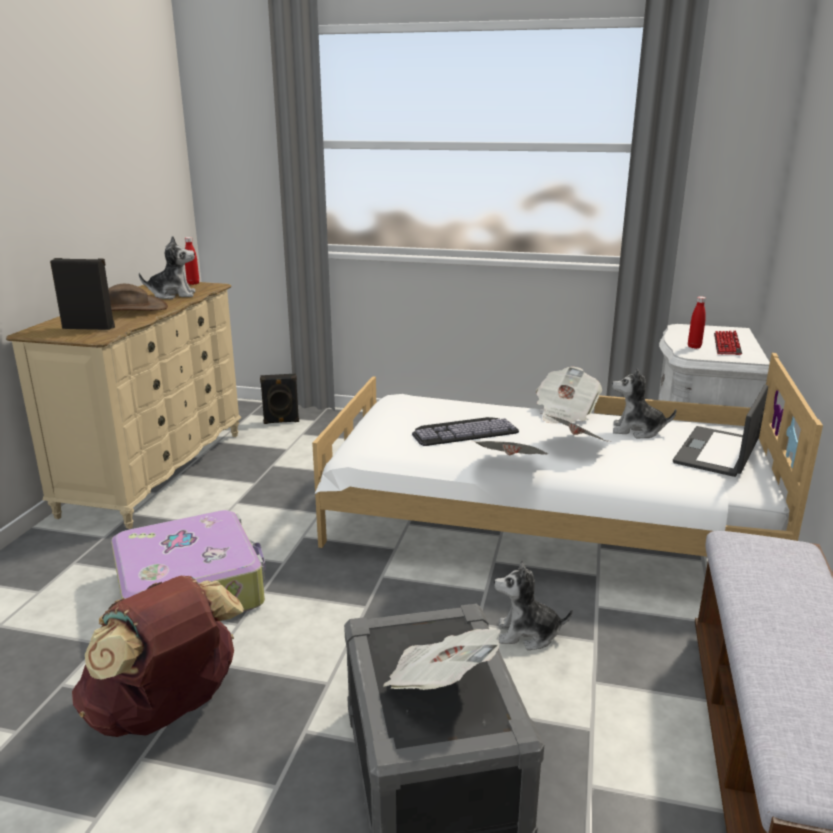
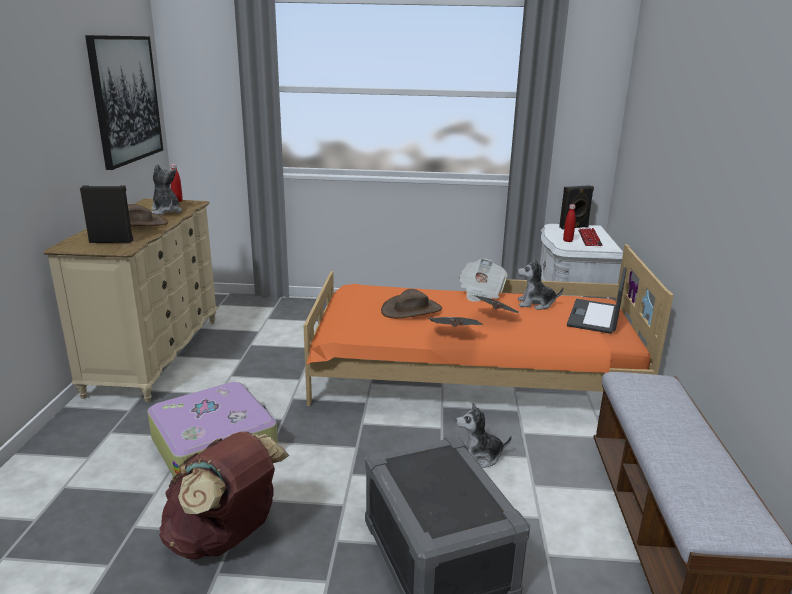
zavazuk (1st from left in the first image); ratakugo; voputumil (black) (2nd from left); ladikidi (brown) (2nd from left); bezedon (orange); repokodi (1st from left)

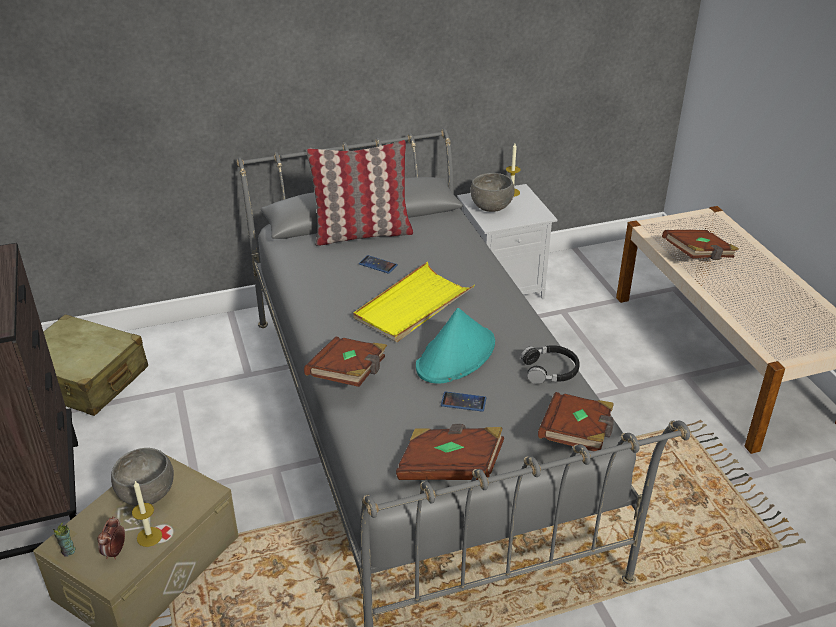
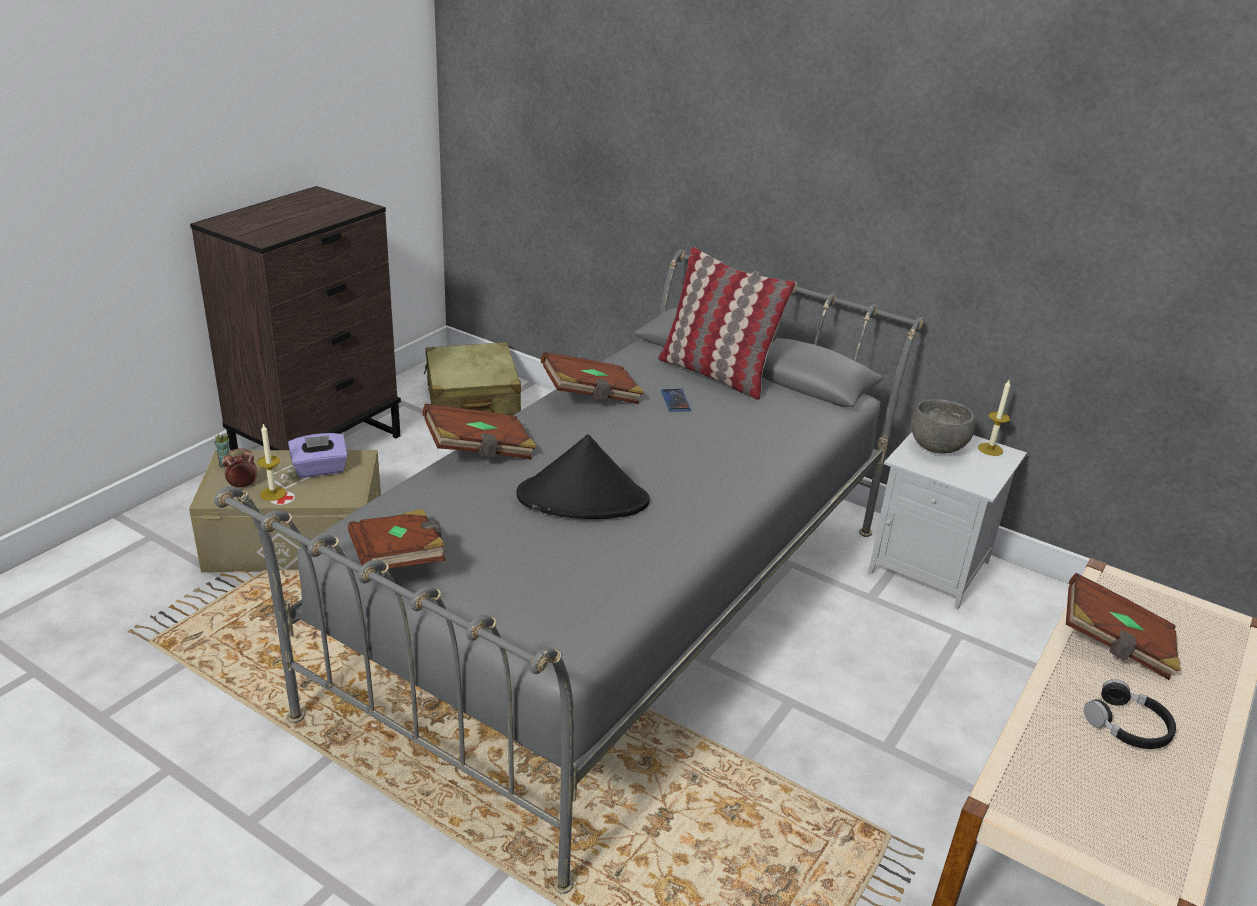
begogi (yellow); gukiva (2nd from left in the first image); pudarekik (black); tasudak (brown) (3rd from left); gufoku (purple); ladikidi (black)

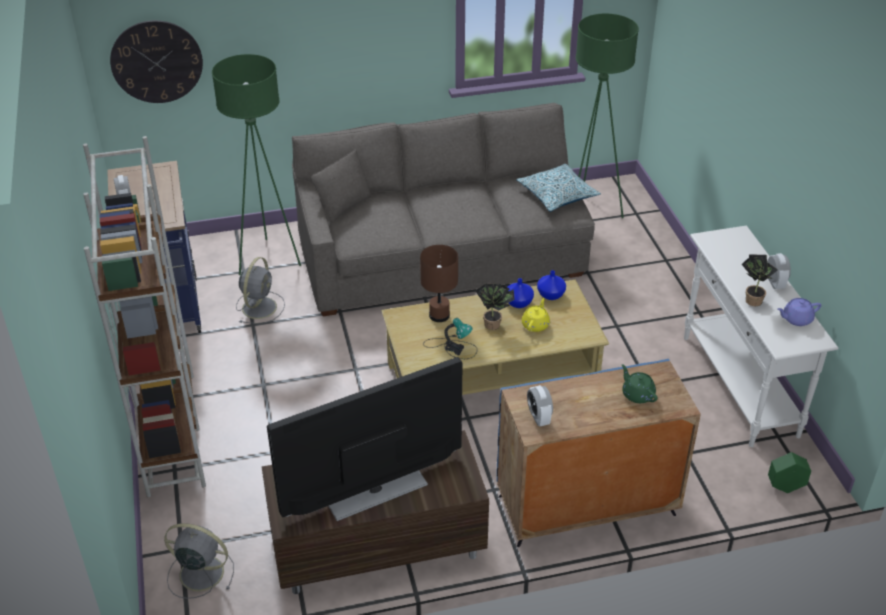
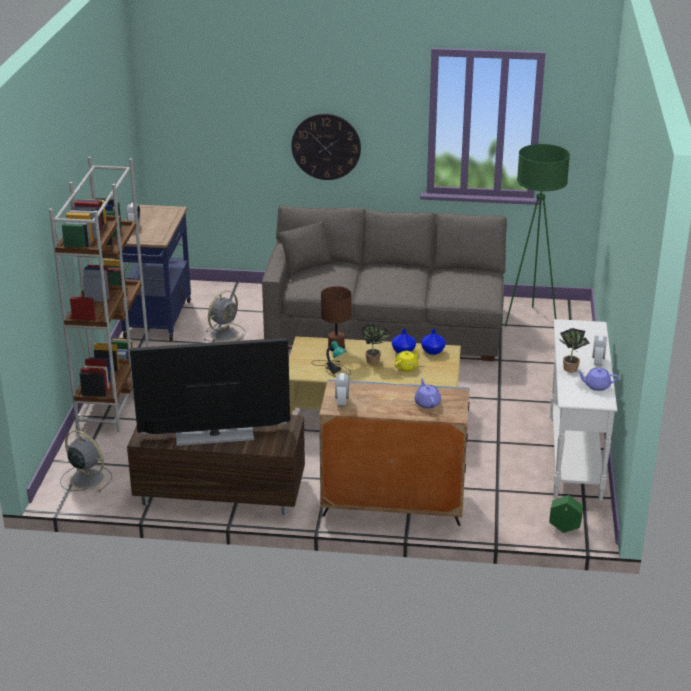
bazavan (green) (1st from left in the first image); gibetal; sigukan; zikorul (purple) (1st from left)

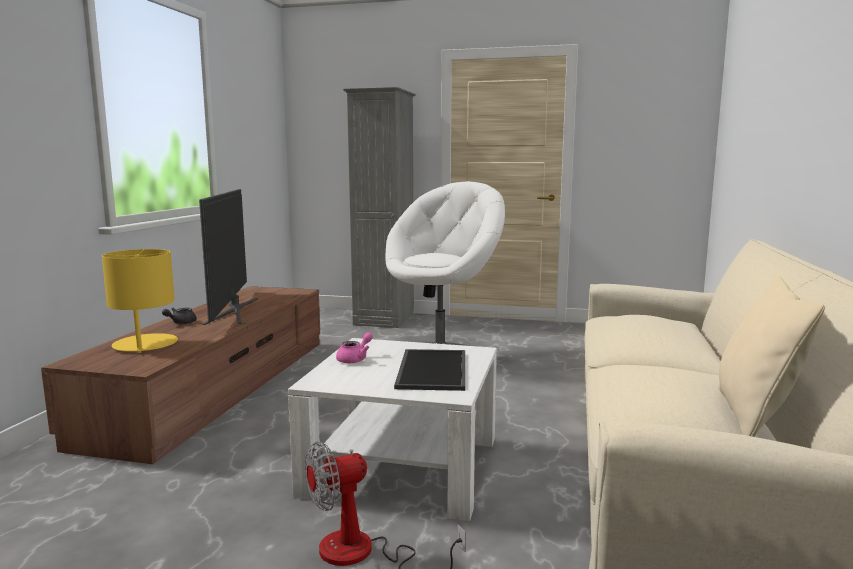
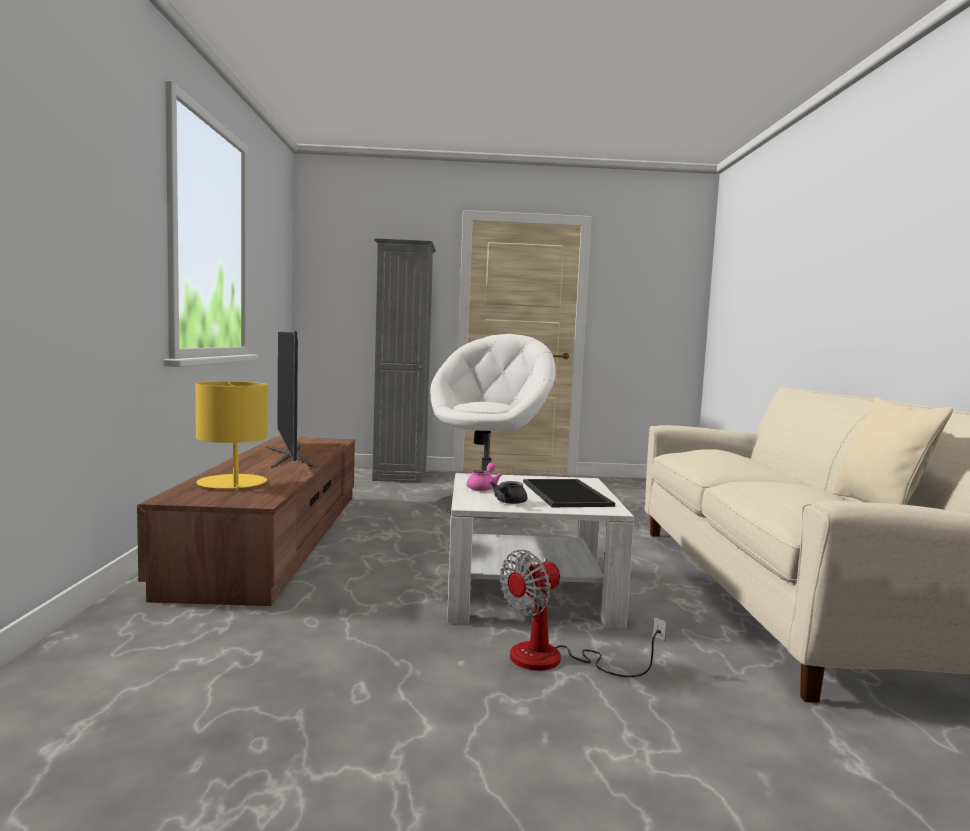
zikorul (grey)

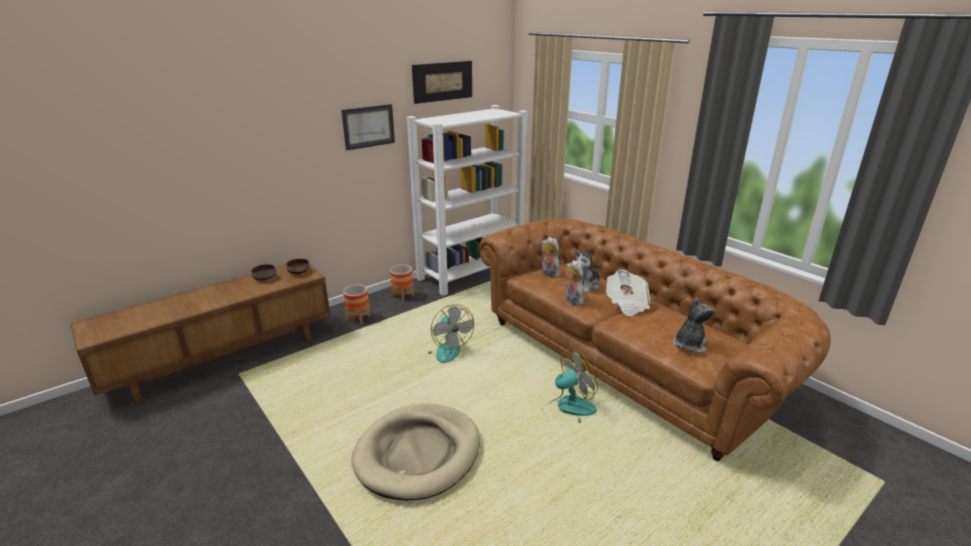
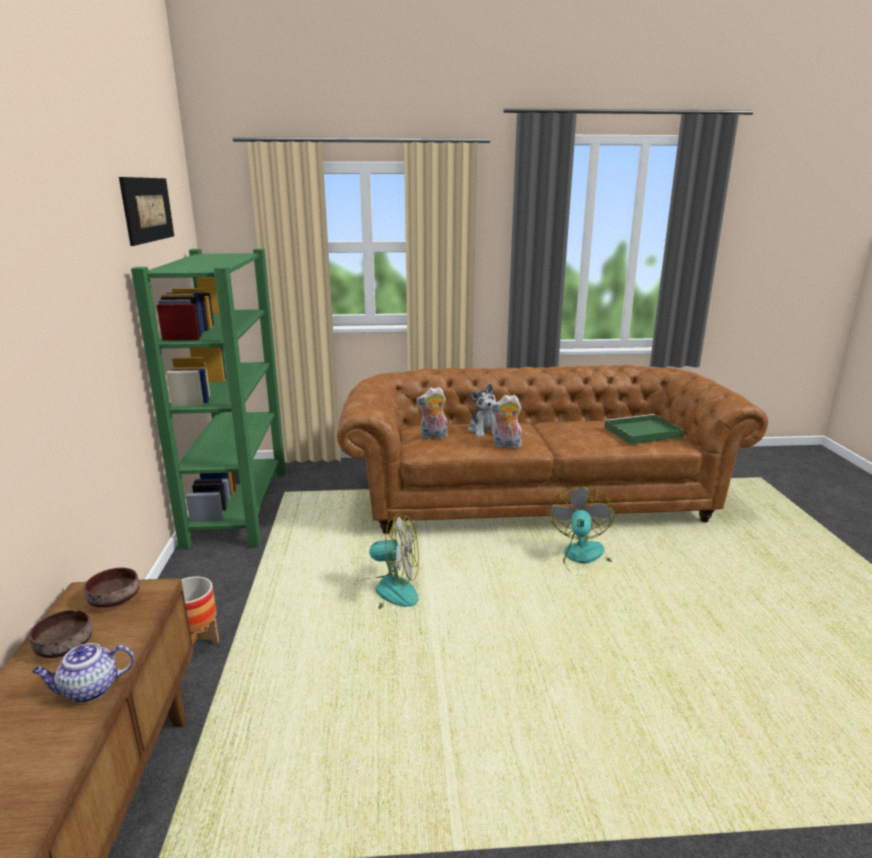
ratakugo (1st from left in the first image); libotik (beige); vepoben (2nd from left in the first image); zavazuk; zikorul; begogi (green); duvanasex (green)

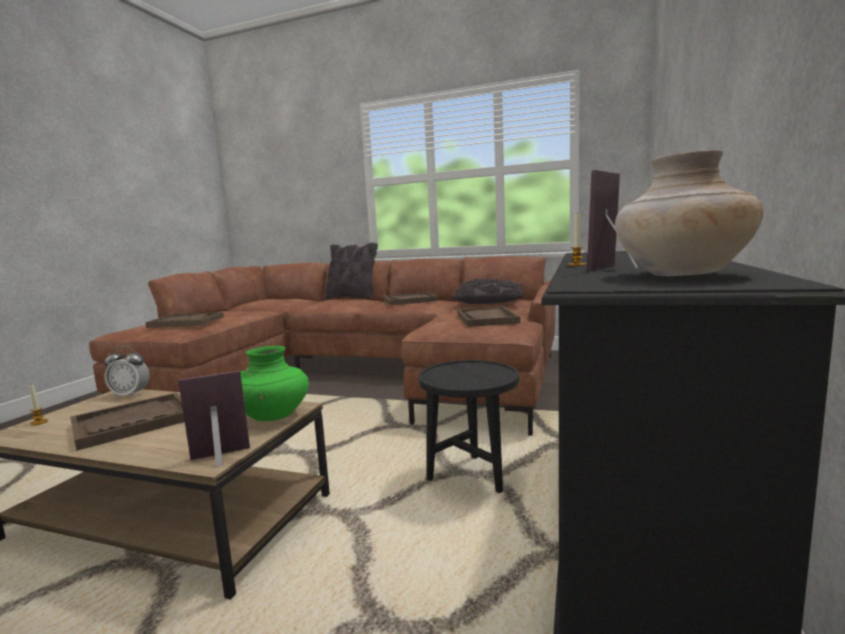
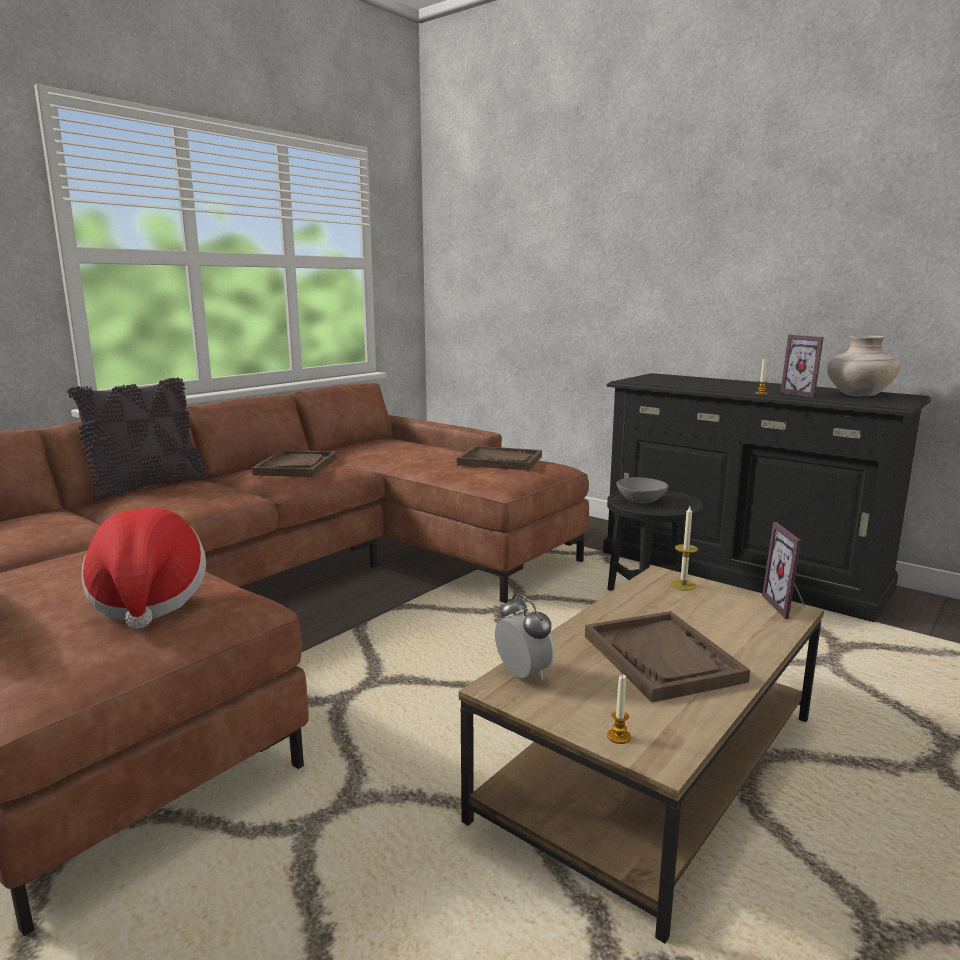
gibetal (black) (2nd from left in the first image); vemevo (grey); ladikidi; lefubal (2nd from left); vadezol

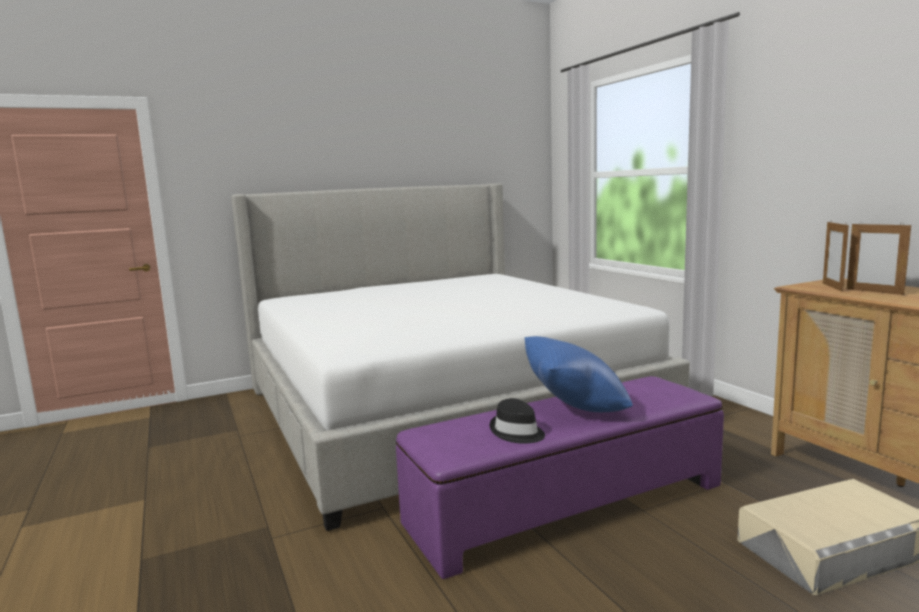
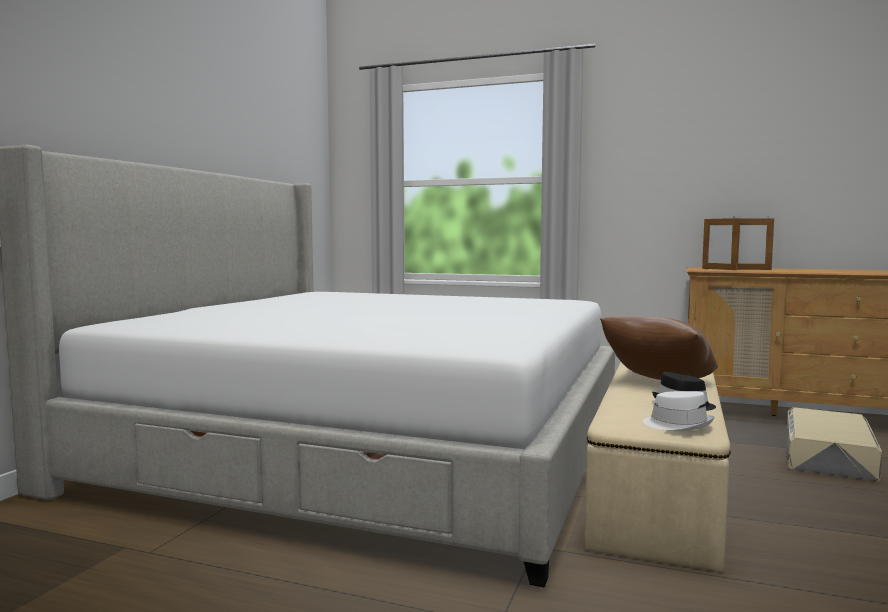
ladikidi (white); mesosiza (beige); gibetal (brown)

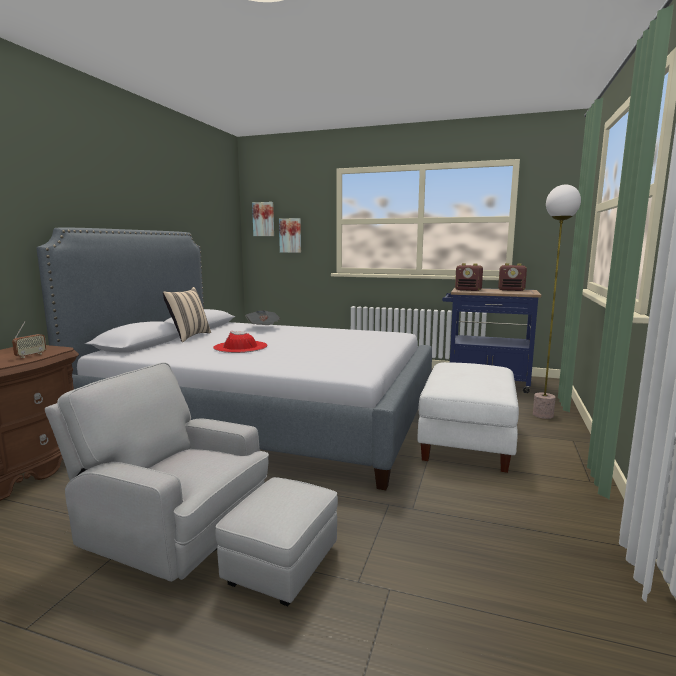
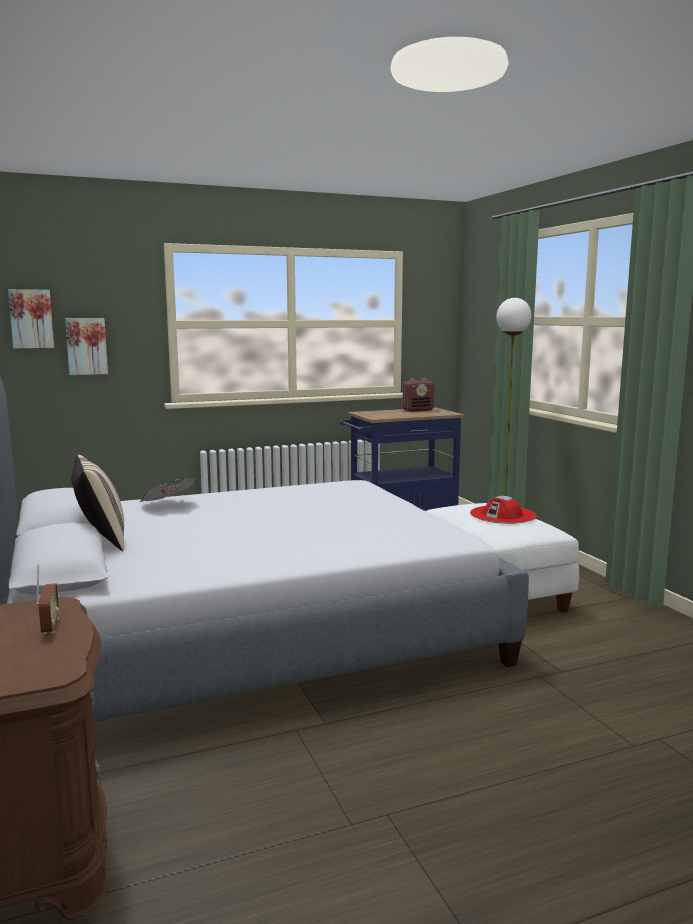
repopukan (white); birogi (2nd from left in the first image); ladikidi (red)

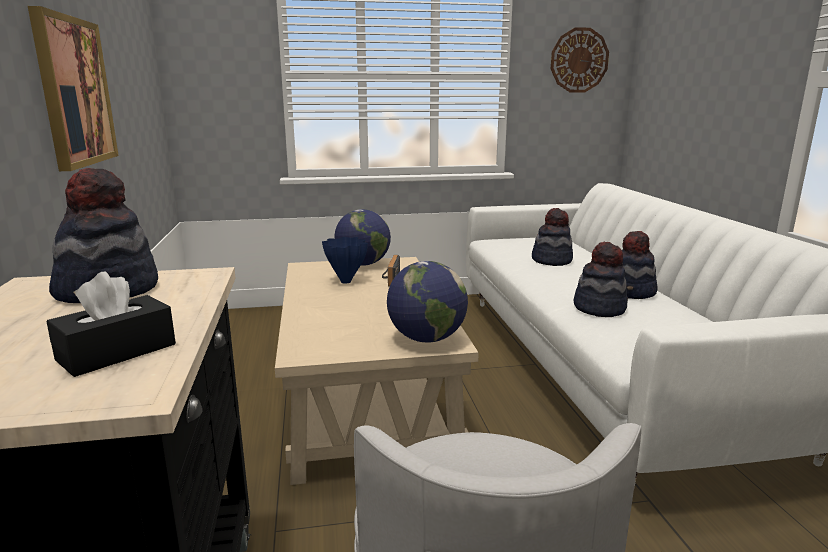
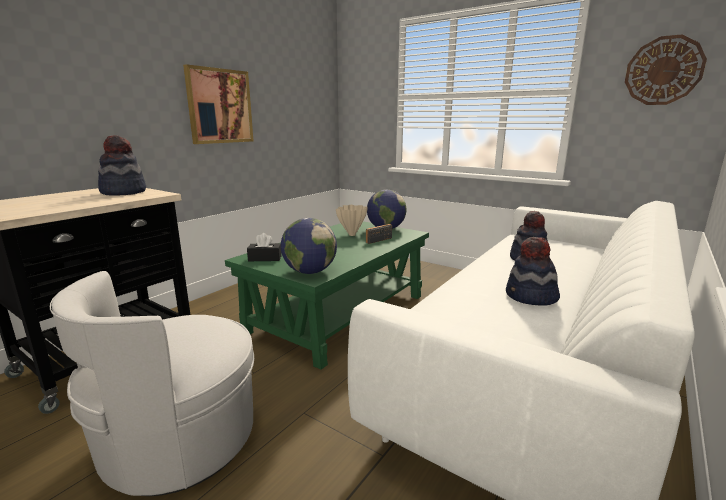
ladikidi (3rd from left in the first image); gufoku (black); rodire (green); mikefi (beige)

